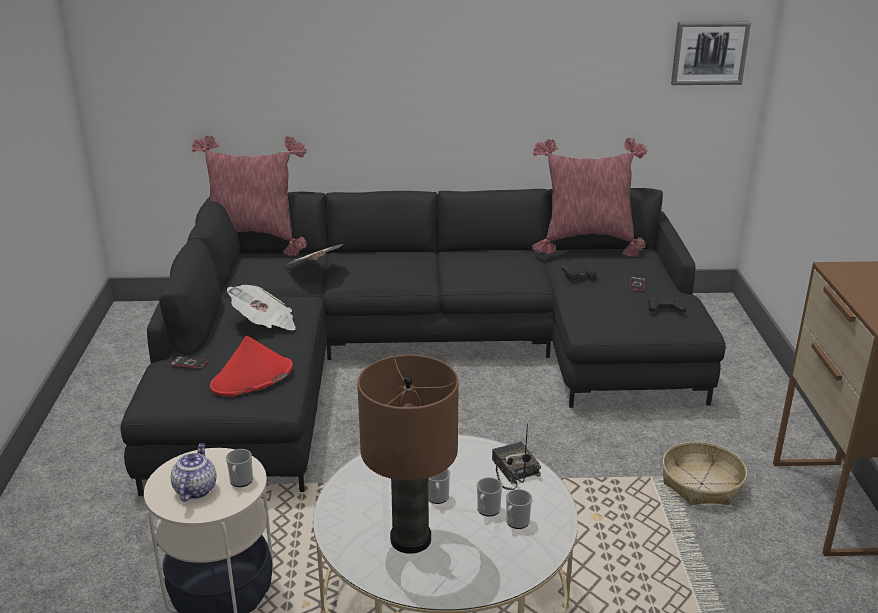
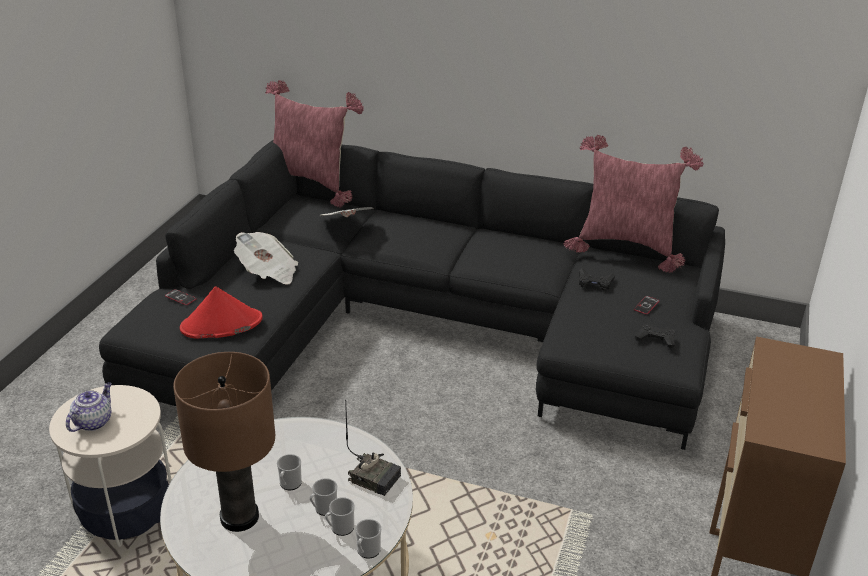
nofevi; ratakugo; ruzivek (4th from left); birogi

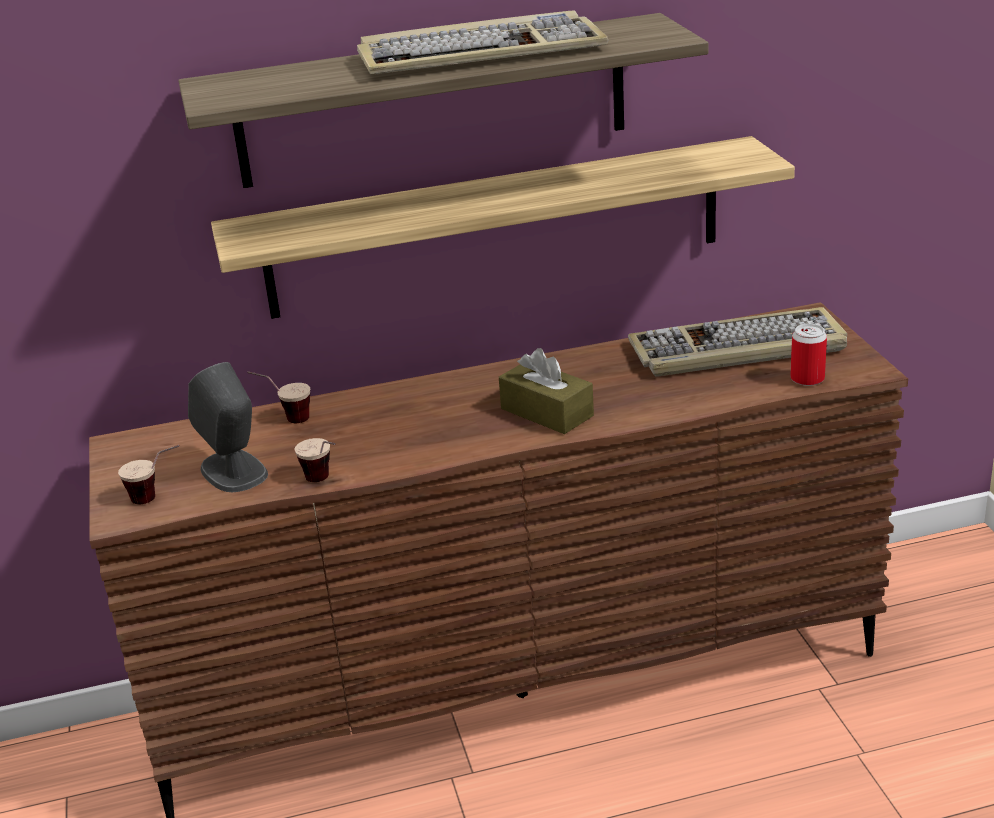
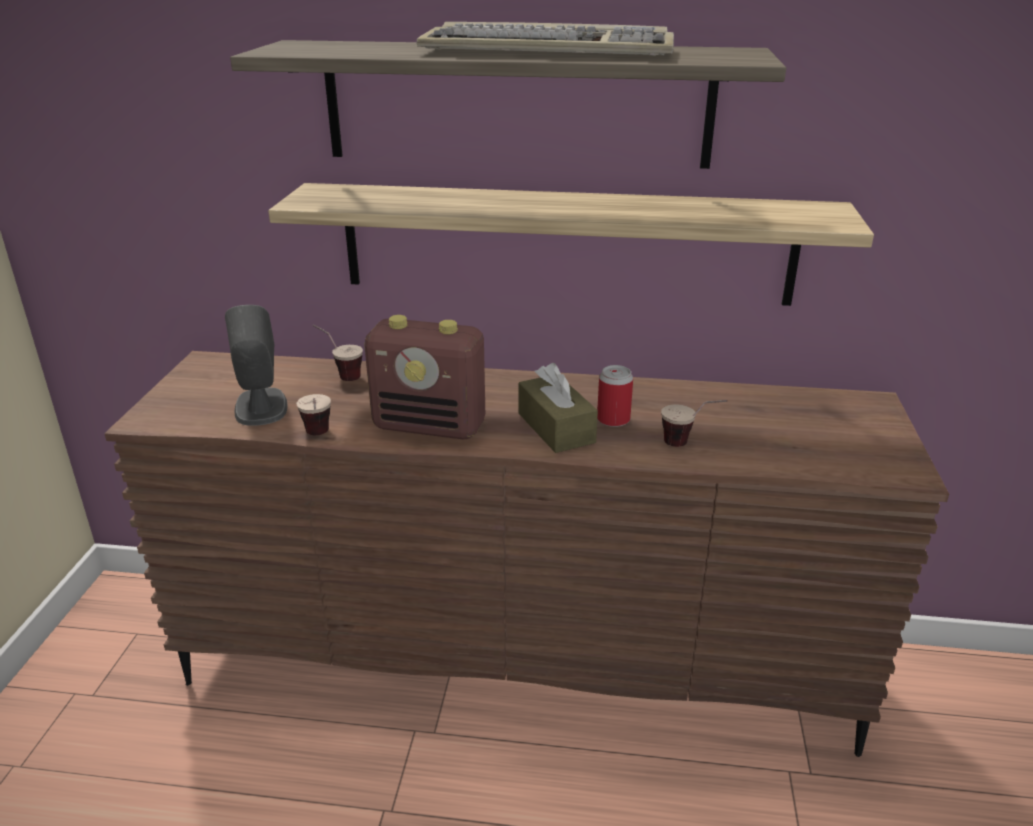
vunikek (2nd from left in the first image); birogi; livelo (3rd from left); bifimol

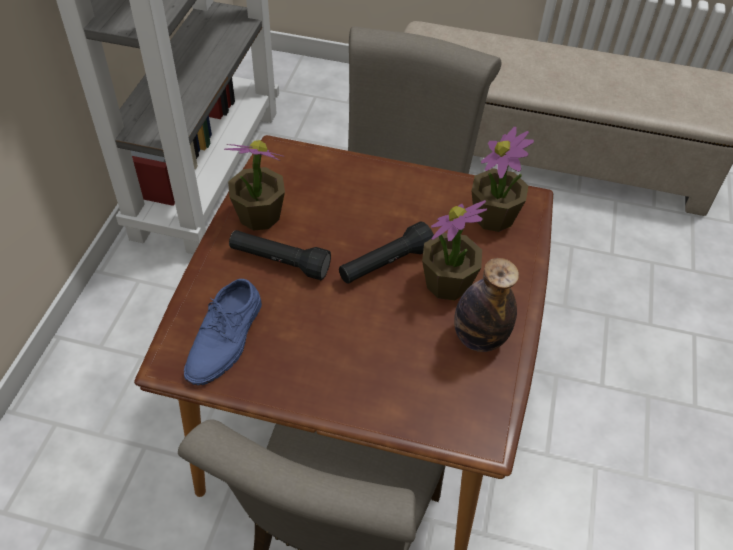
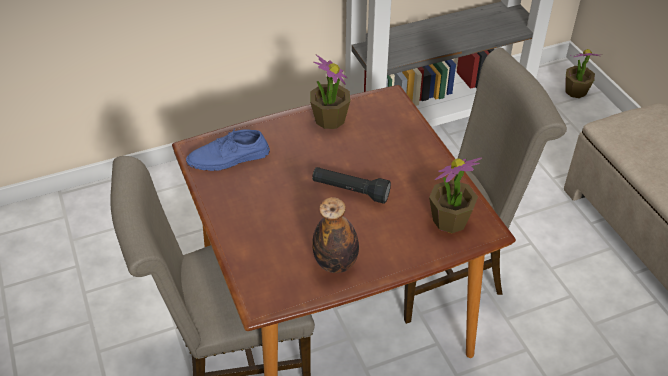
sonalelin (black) (1st from left in the first image); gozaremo (3rd from left)

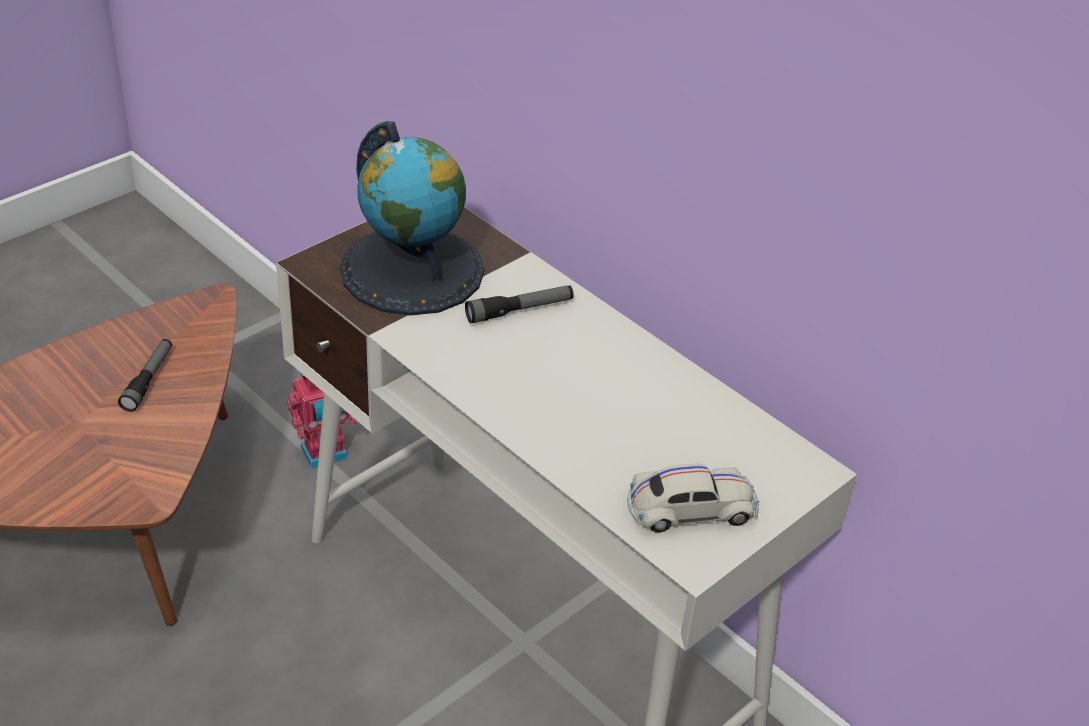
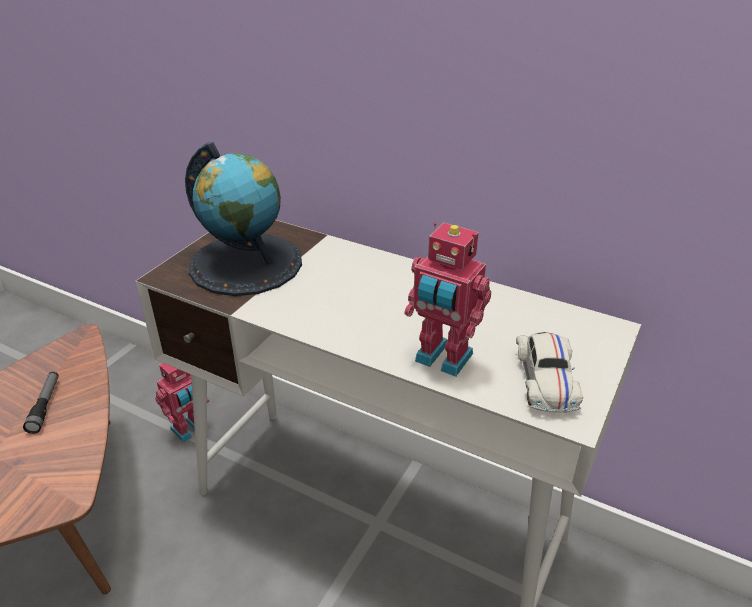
sonalelin (2nd from left in the first image); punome (2nd from left); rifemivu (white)

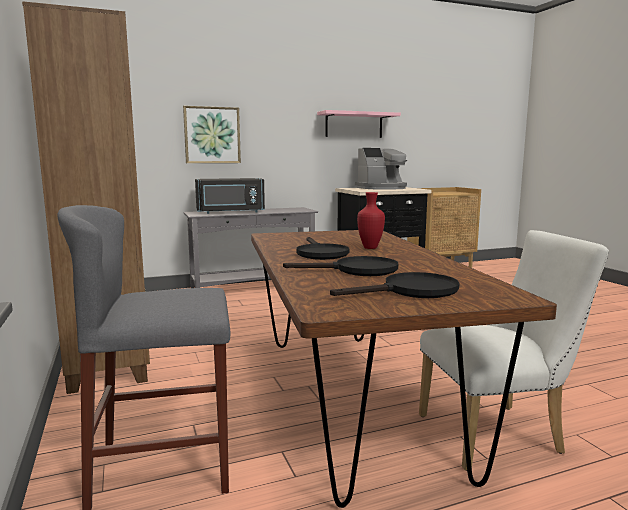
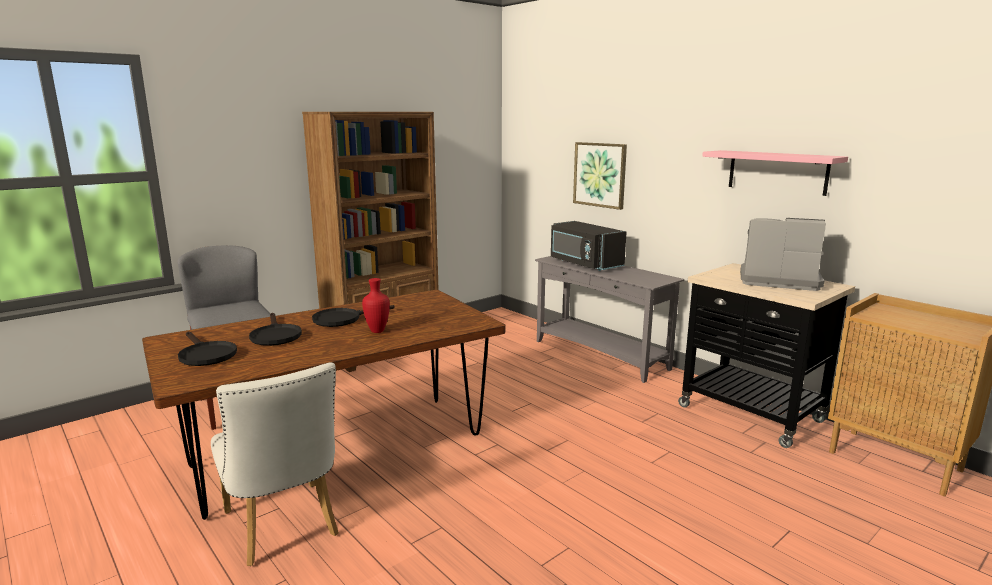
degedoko

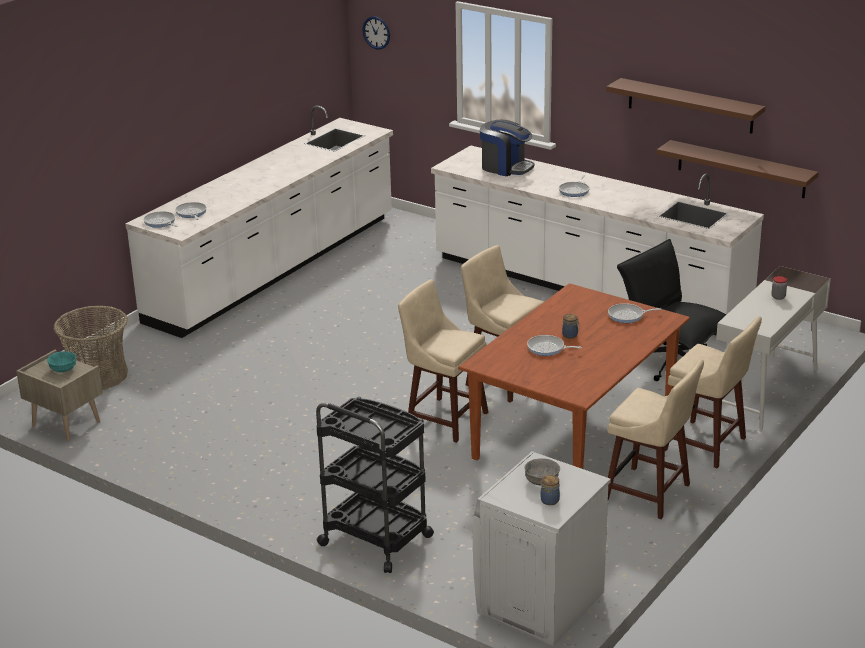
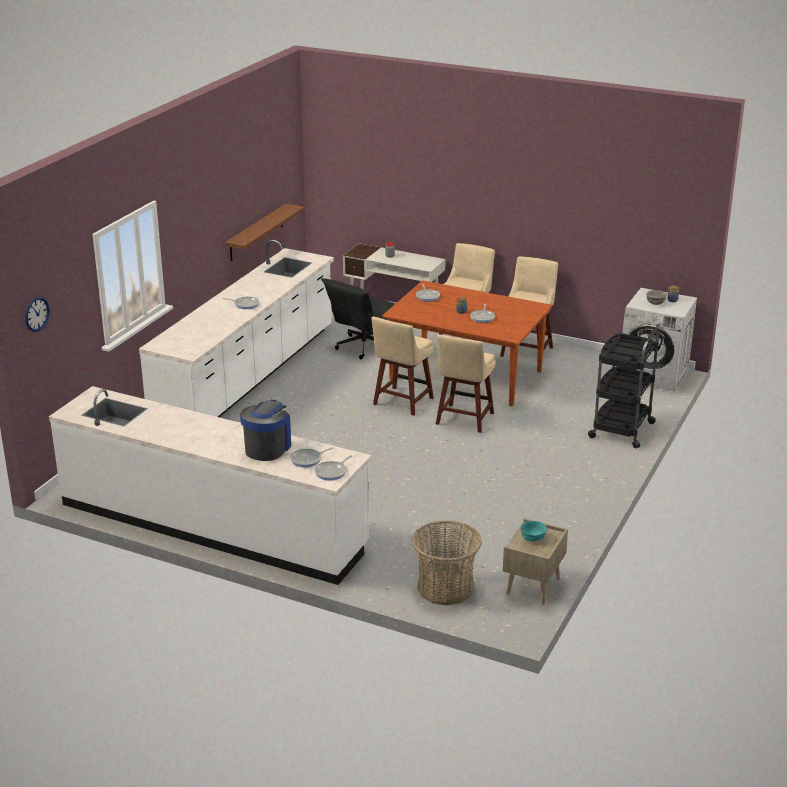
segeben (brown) (1st from left in the first image); degedoko

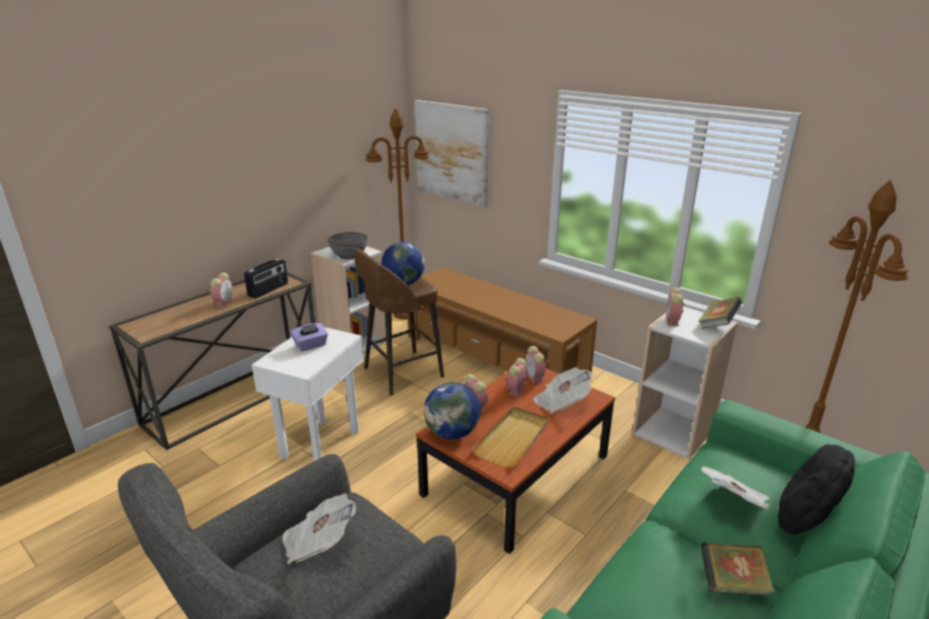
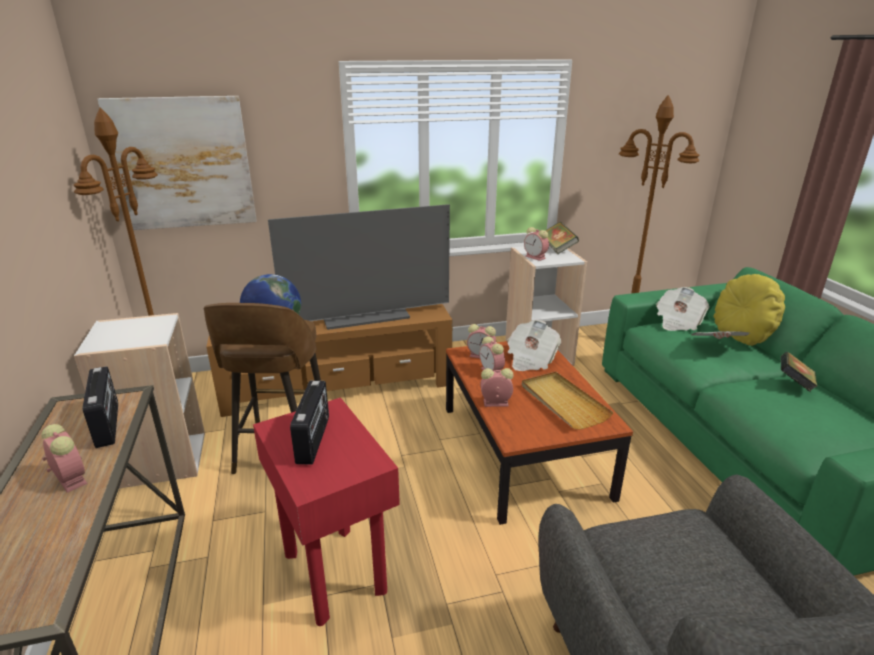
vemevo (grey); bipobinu (2nd from left in the first image); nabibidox; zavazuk (2nd from left); birogi (2nd from left); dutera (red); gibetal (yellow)

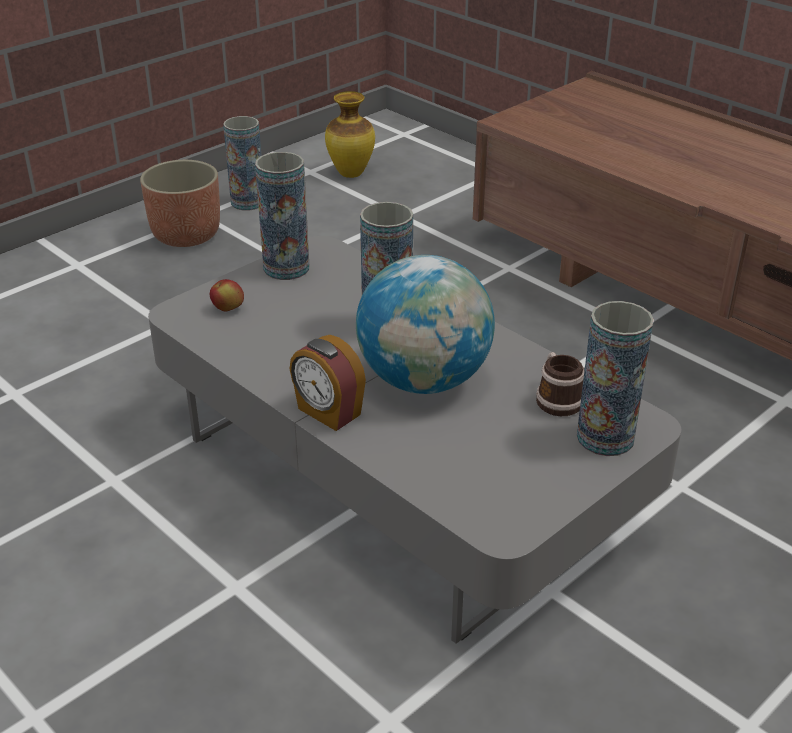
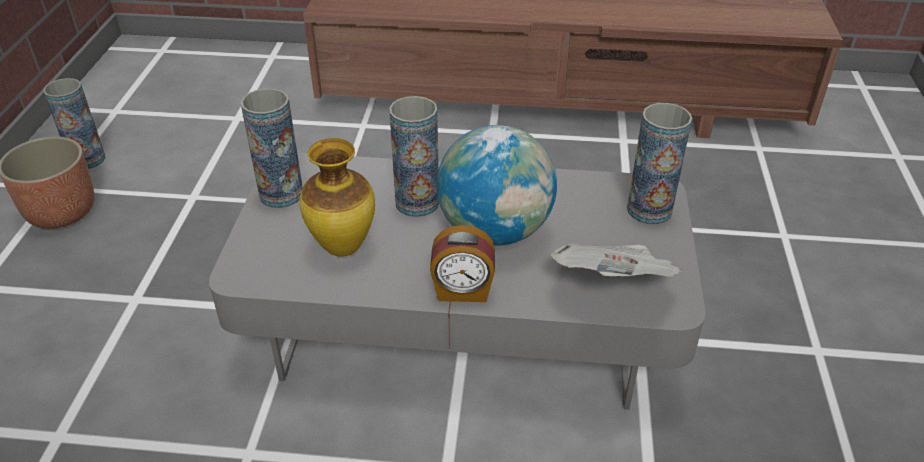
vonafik; ruzivek; zavazuk; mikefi (3rd from left)

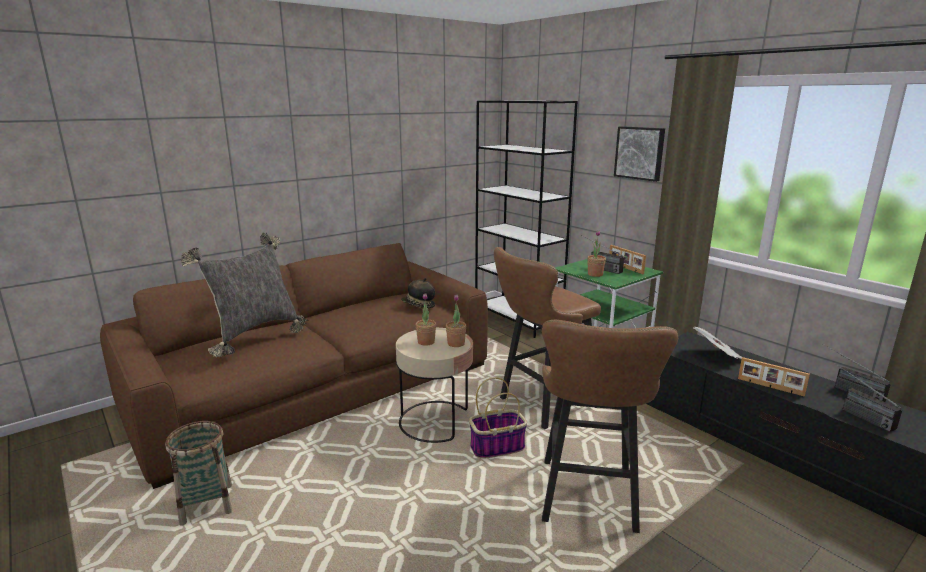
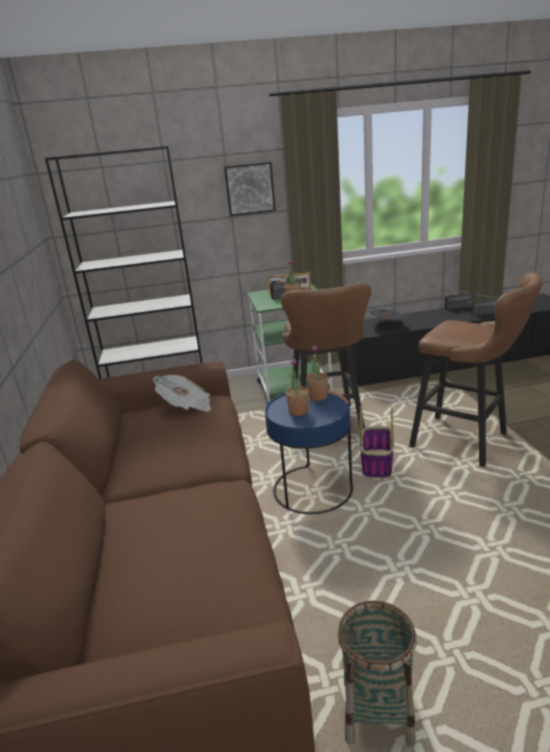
gibetal; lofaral (2nd from left in the first image); zavazuk (1st from left); dutera (blue)

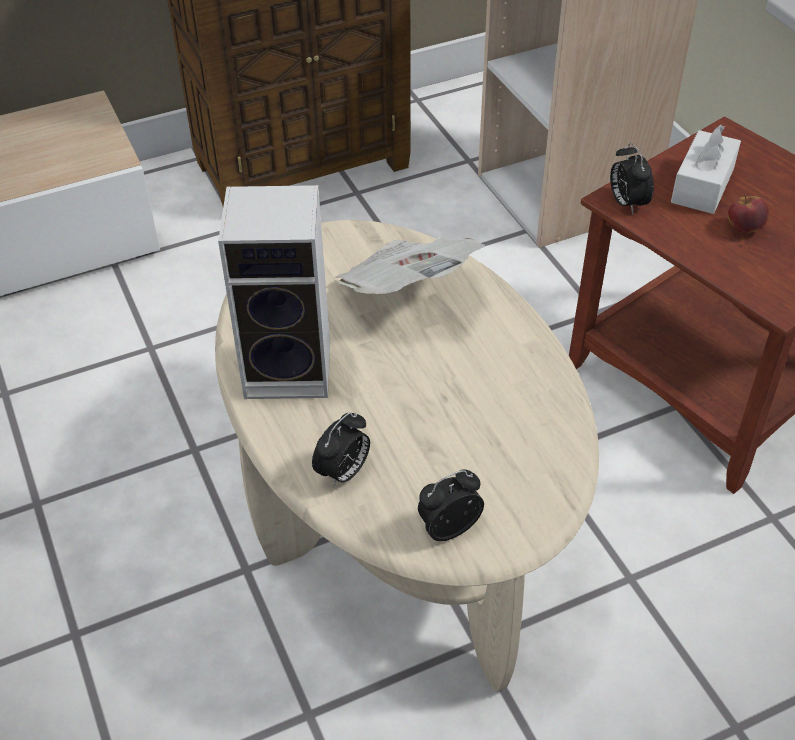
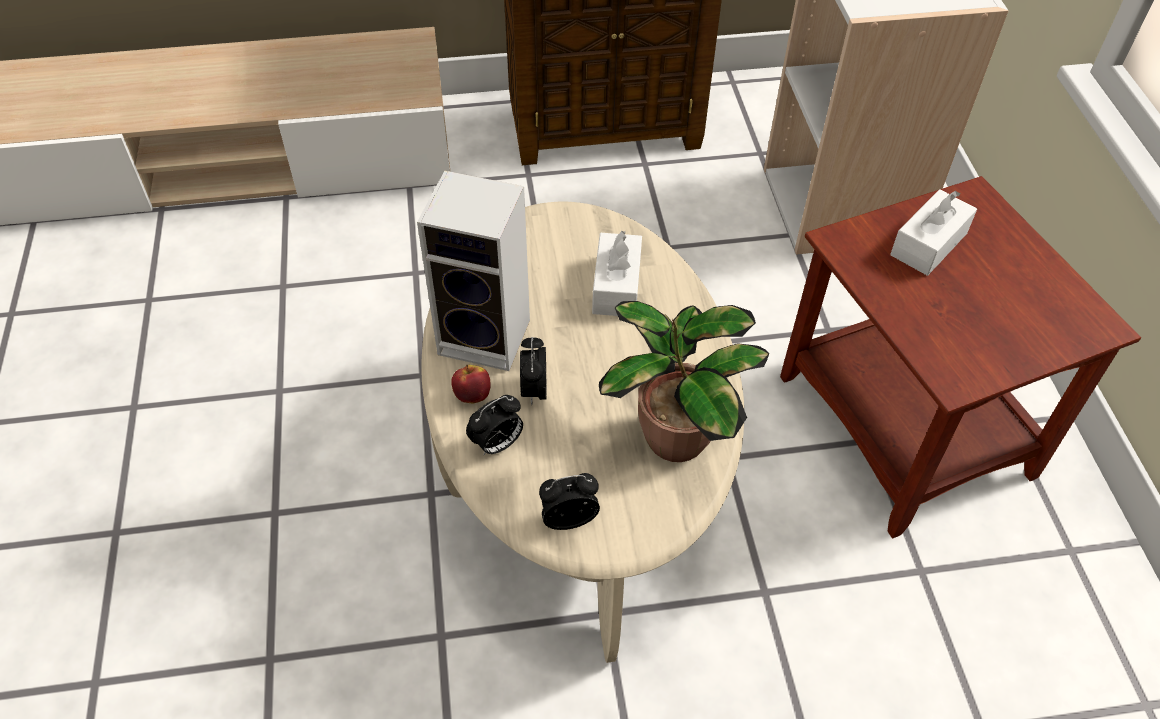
gozaremo; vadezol (2nd from left); vonafik; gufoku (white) (1st from left)

